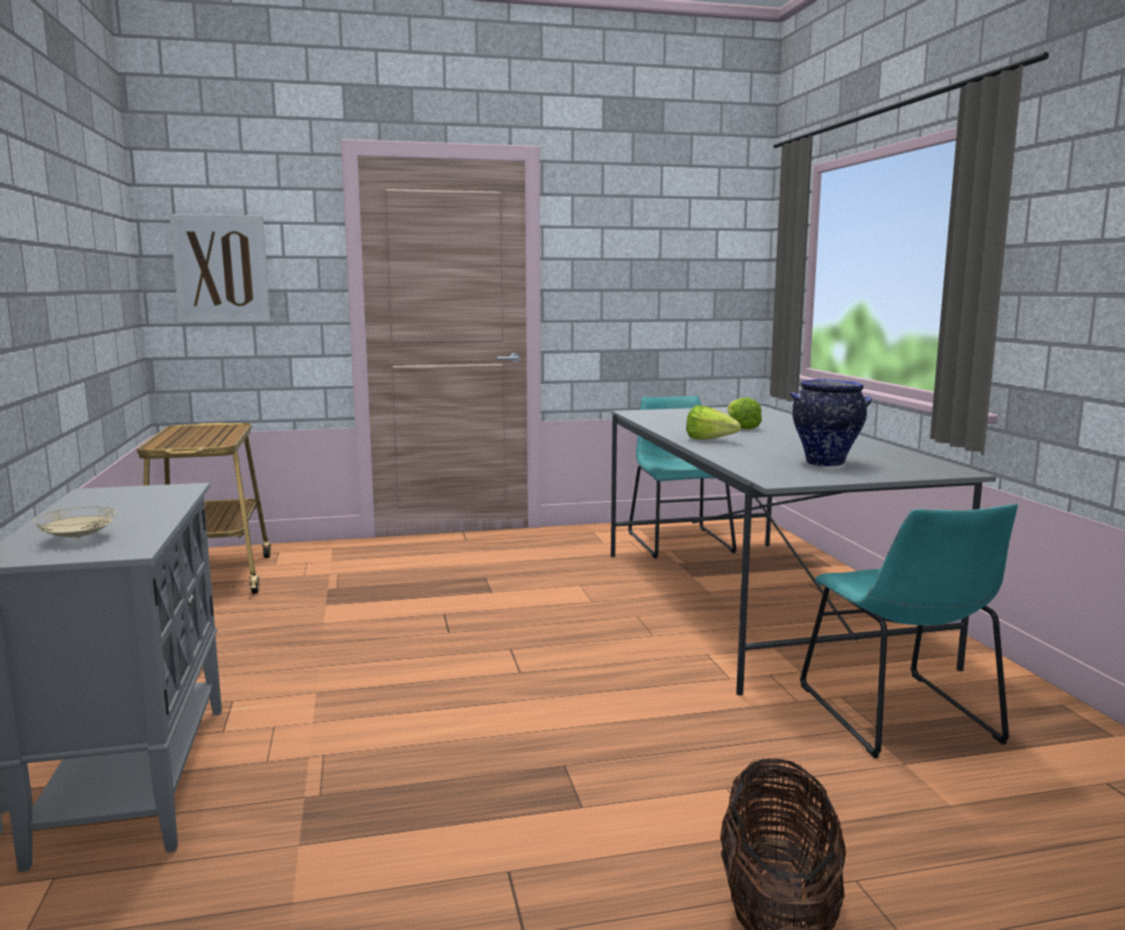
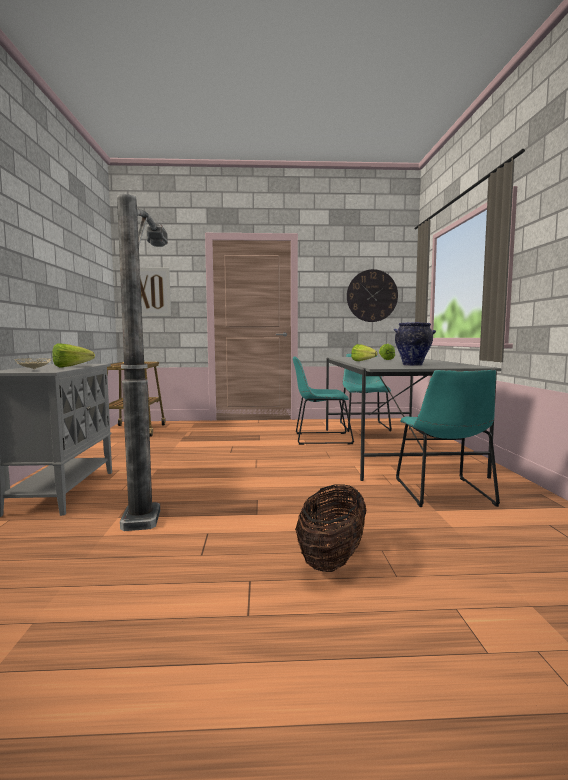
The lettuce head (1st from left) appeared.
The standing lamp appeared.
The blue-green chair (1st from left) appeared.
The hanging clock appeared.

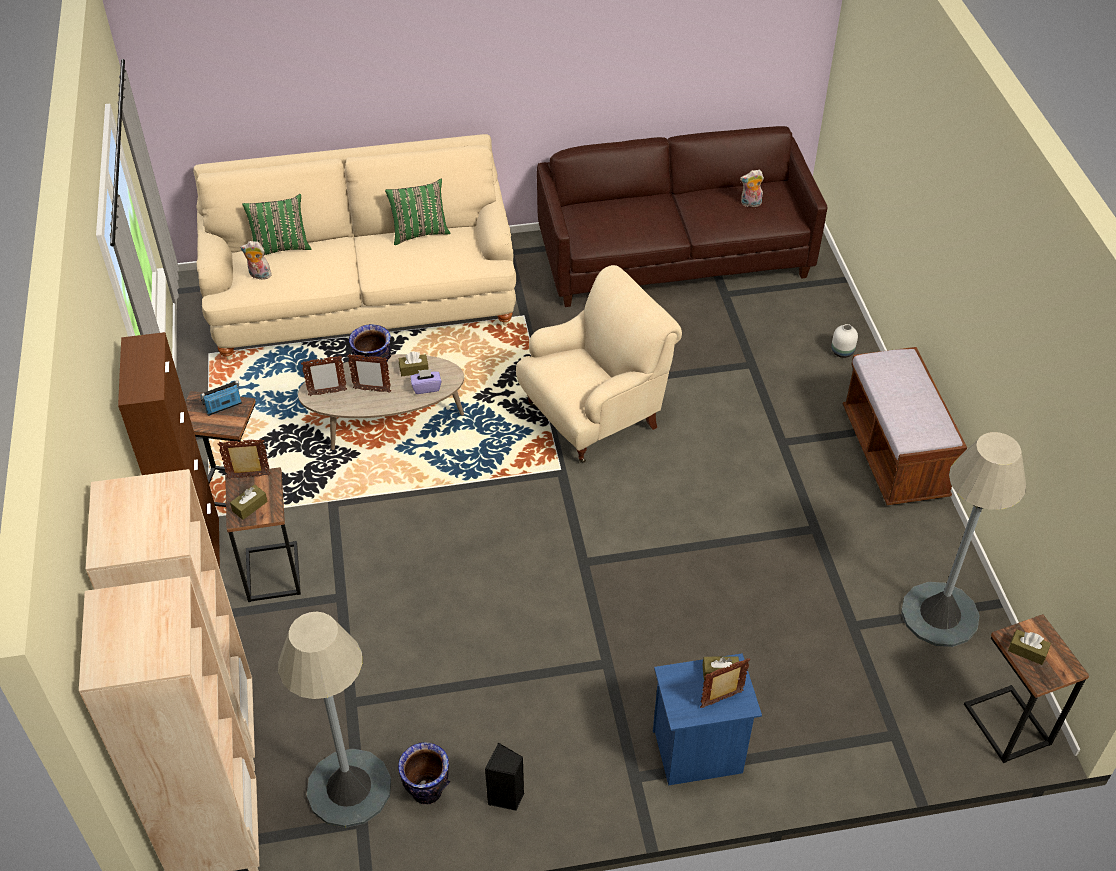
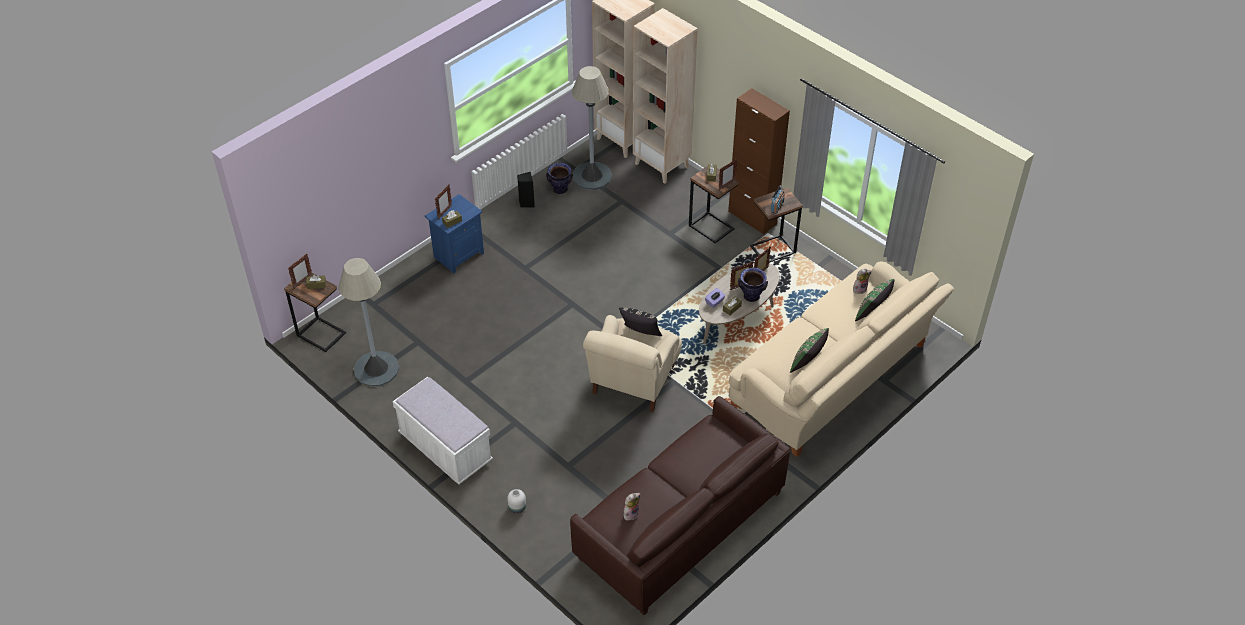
The photo frame (1st from left) appeared.
The brown bench became the white bench.
The blackish throw pillow appeared.

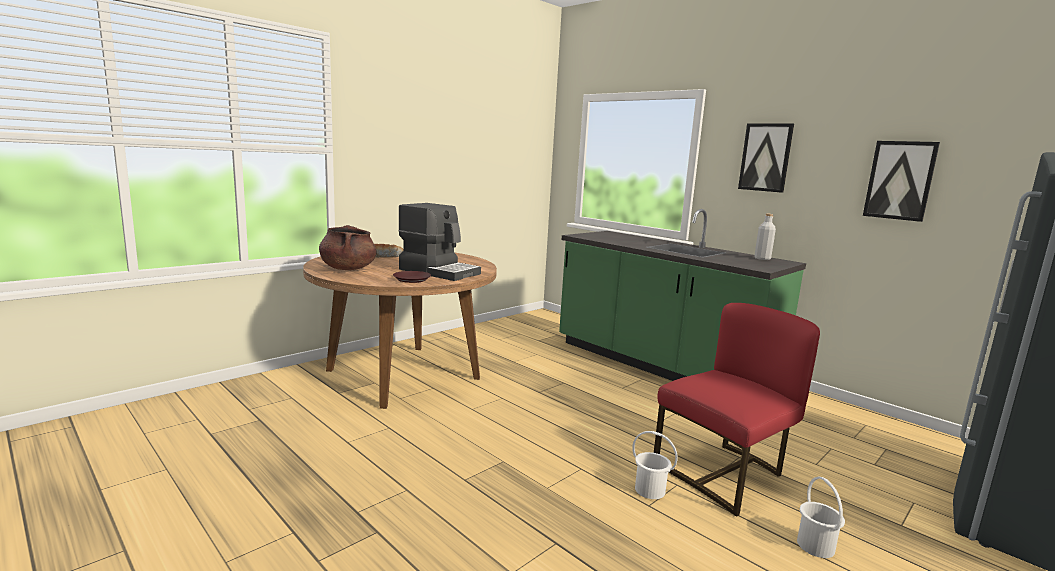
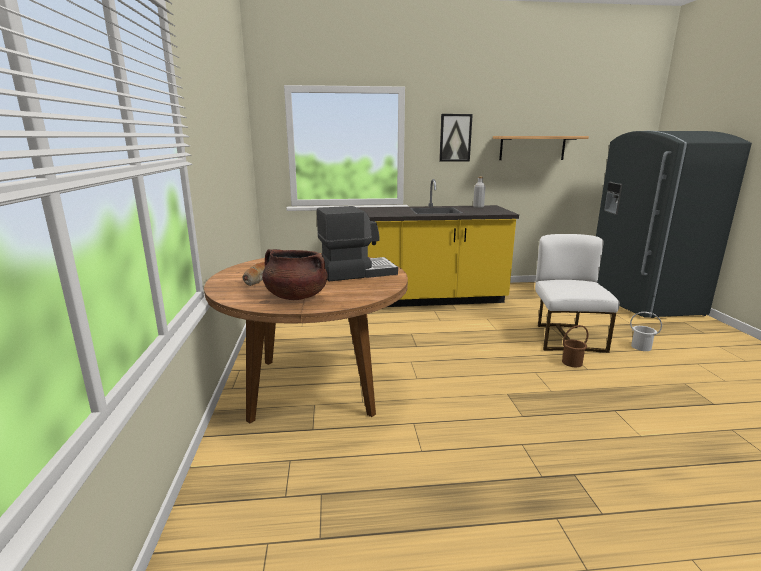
The green-coloured kitchen base unit became the yellow kitchen base unit.
The wall art (2nd from left) was replaced by the wall shelf.
The reddish chair became the white chair.
The white water bucket (1st from left) became the brown water bucket.
The brown flat dish disappeared.

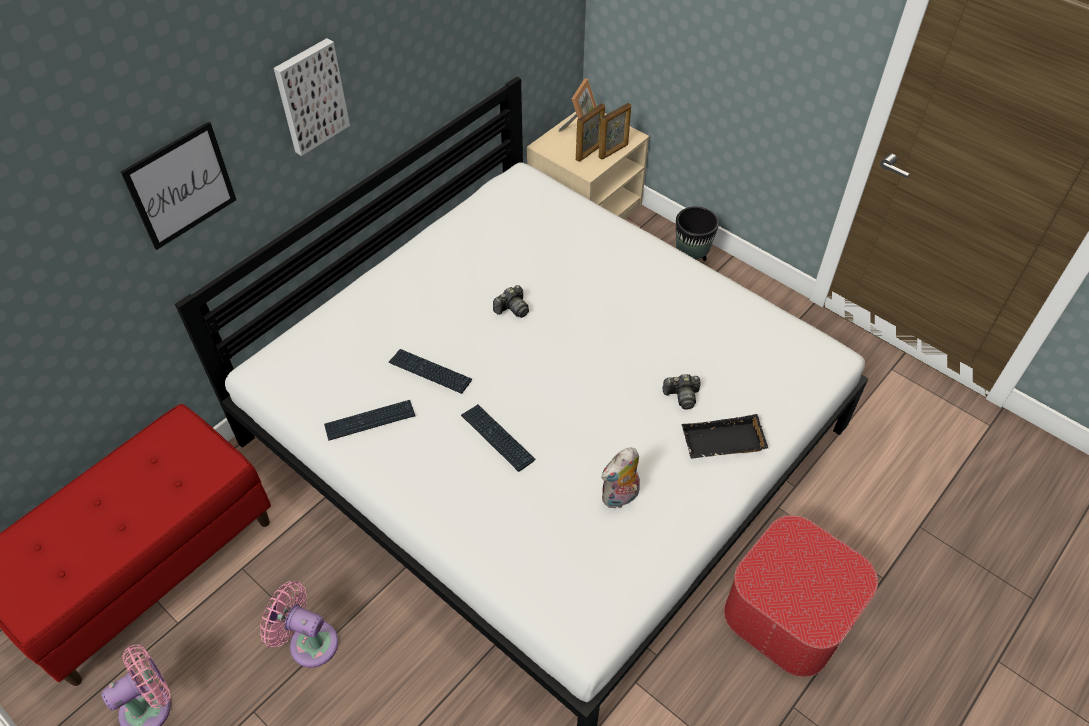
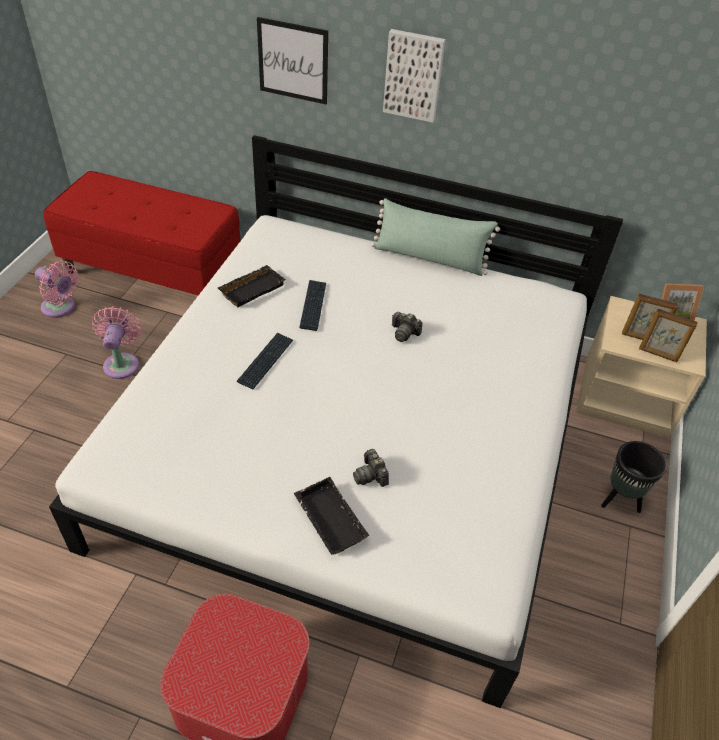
The keyboard (1st from left) was replaced by the blackish carrying tray (1st from left).
The green-coloured throw pillow appeared.
The soft toy disappeared.

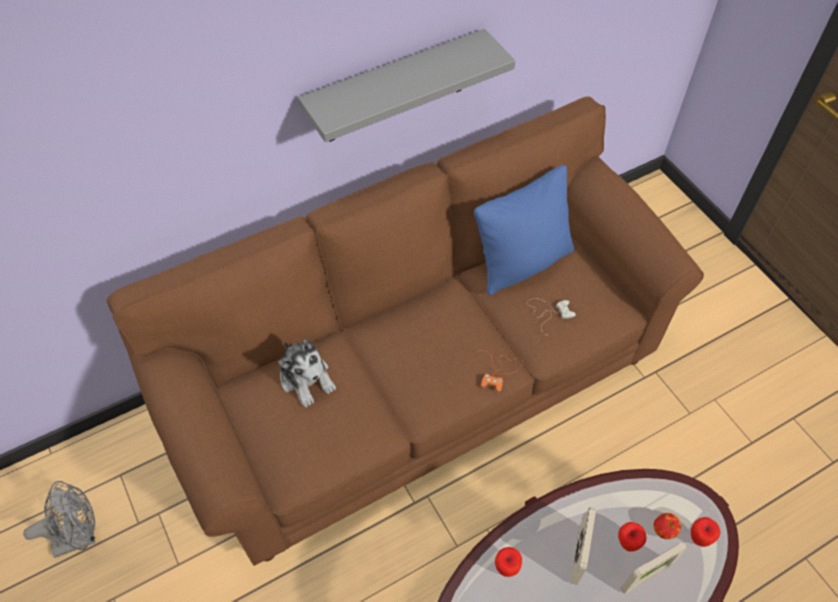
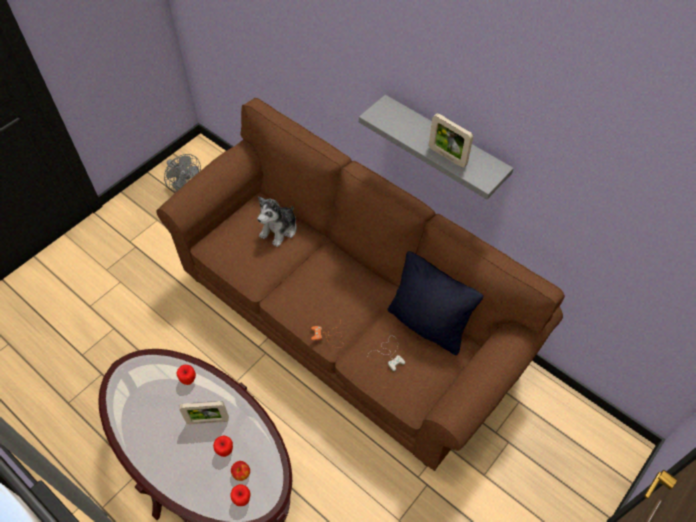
The bluish throw pillow became the blackish throw pillow.
The photo frame (2nd from left) moved.

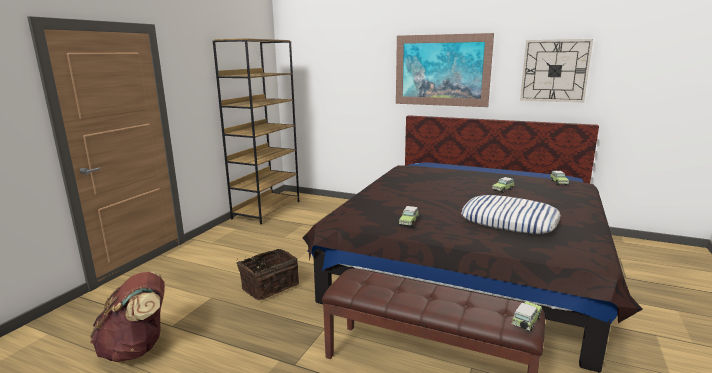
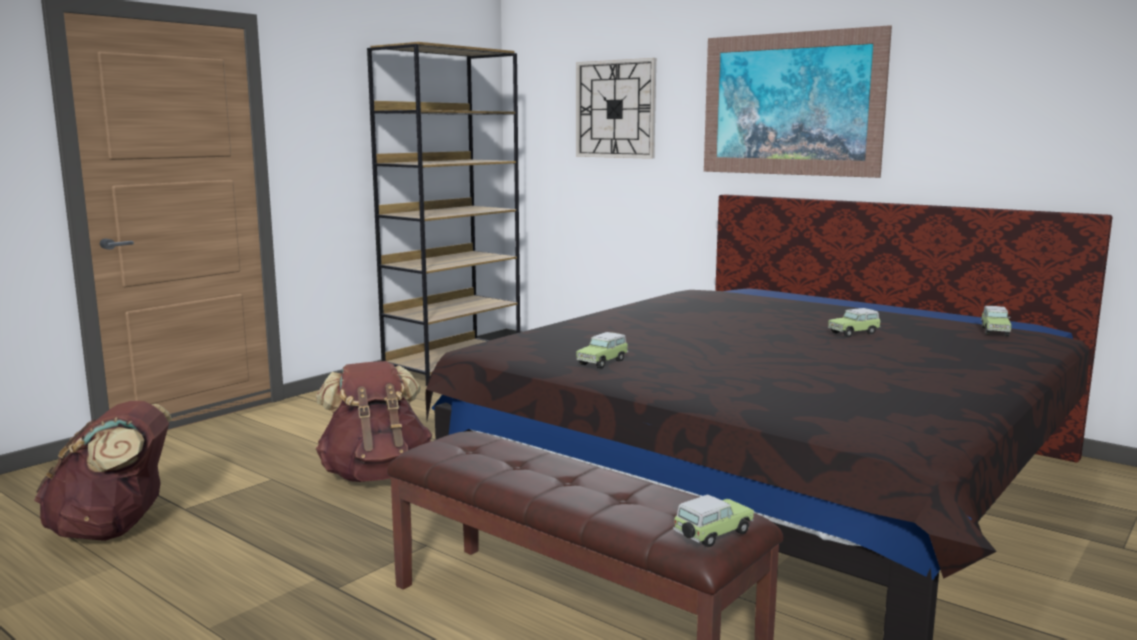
The basket was replaced by the brown backpack (2nd from left).
The hanging clock moved.
The throw pillow disappeared.

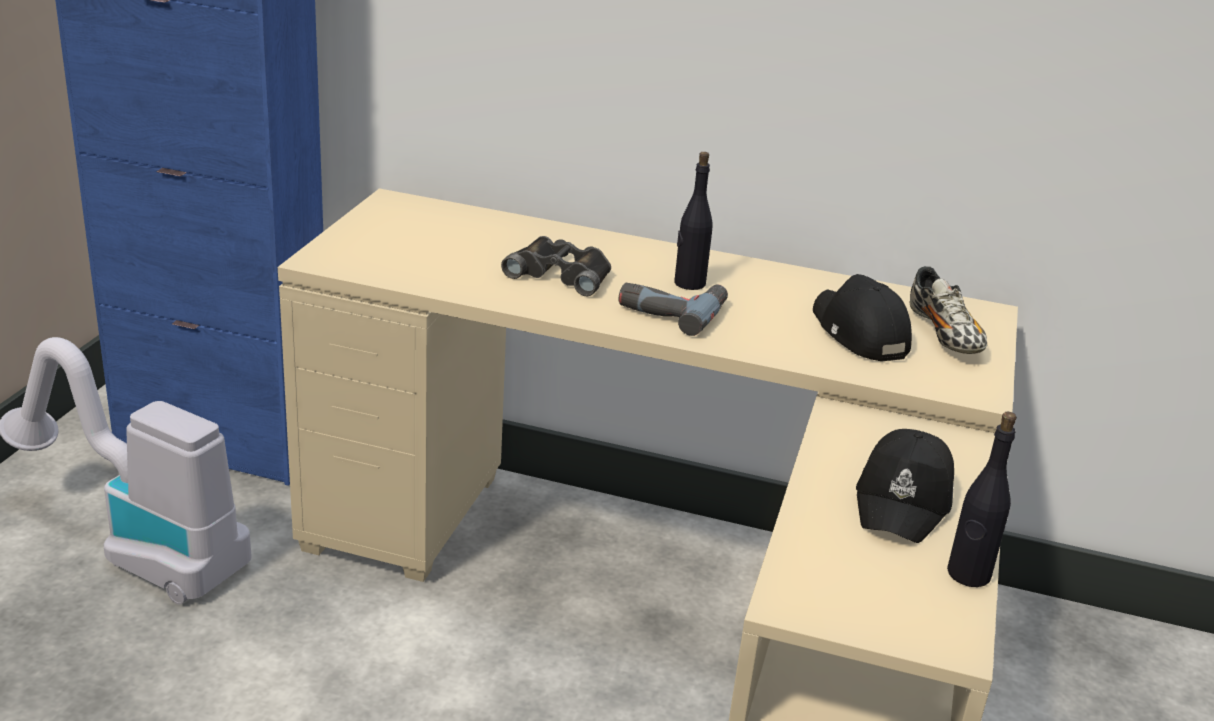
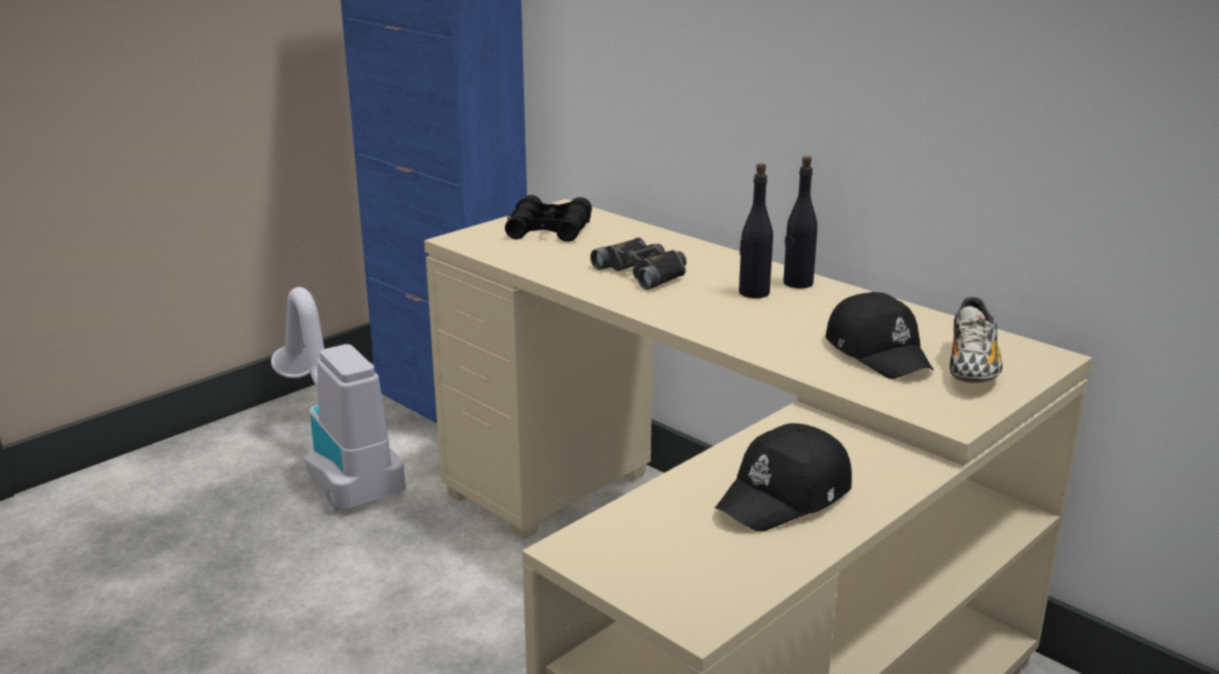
The blackish pair of binoculars (1st from left) appeared.
The blackish drink bottle (2nd from left) moved.
The blackish peaked cap (1st from left in the first image) turned 150 degrees clockwise.
The electric drill disappeared.

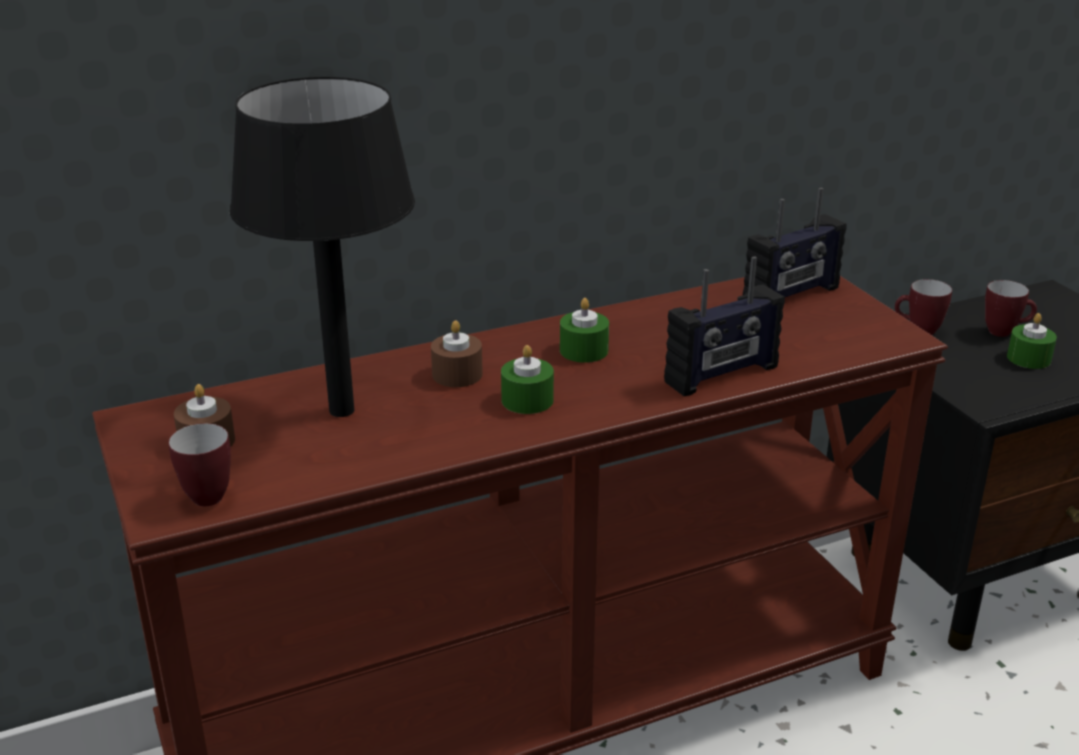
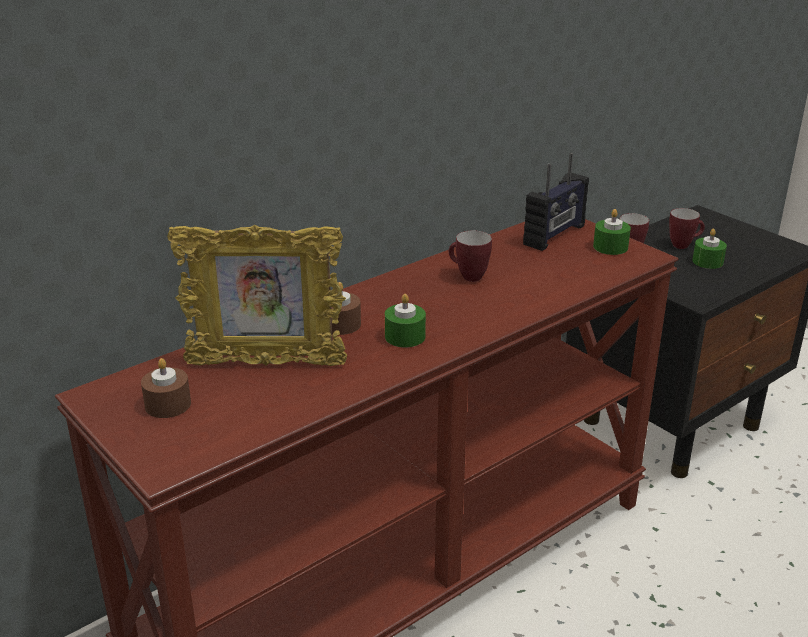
The blackish table lamp was replaced by the photo frame.
The coffee mug (1st from left) moved.
The green-coloured wax light (2nd from left) moved.
The radio set (1st from left) disappeared.

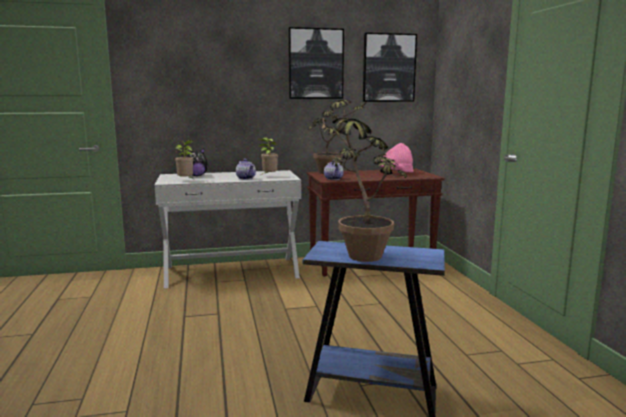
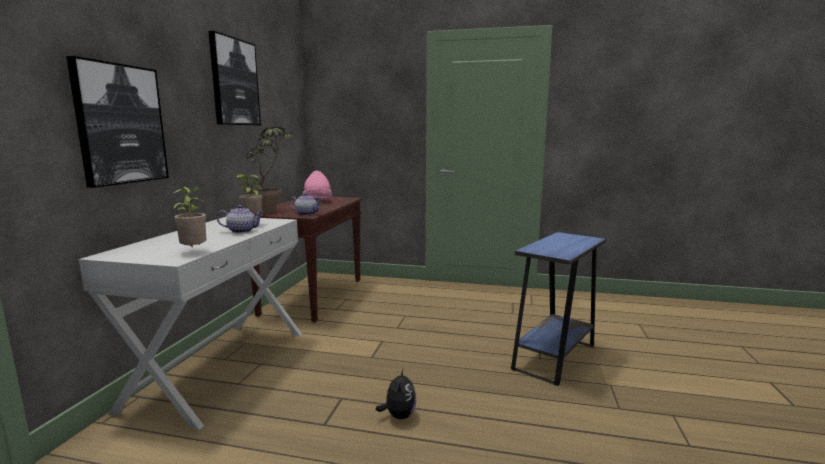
The wall art (2nd from left in the first image) moved.
The soft toy moved.
The plant in a pot (4th from left) disappeared.

